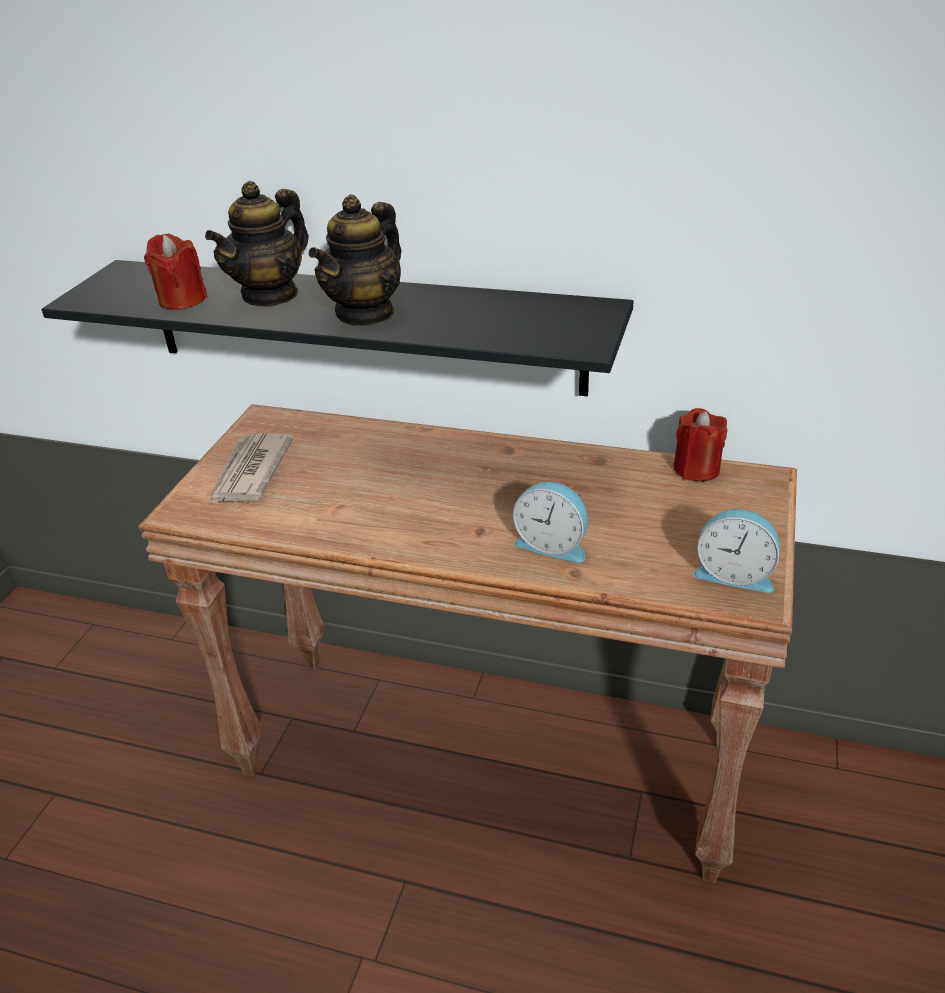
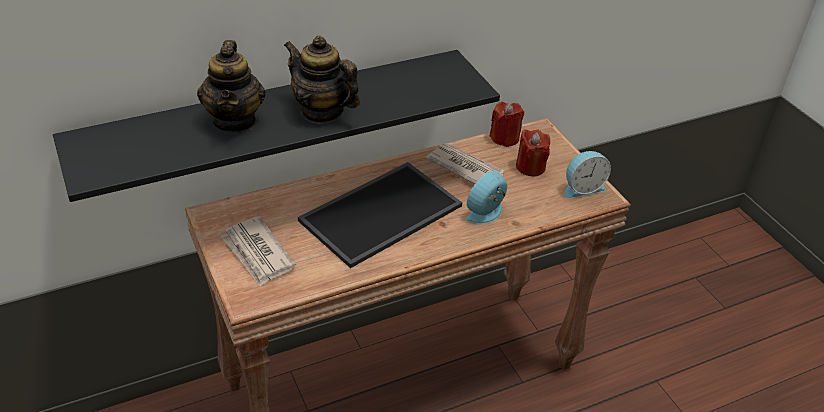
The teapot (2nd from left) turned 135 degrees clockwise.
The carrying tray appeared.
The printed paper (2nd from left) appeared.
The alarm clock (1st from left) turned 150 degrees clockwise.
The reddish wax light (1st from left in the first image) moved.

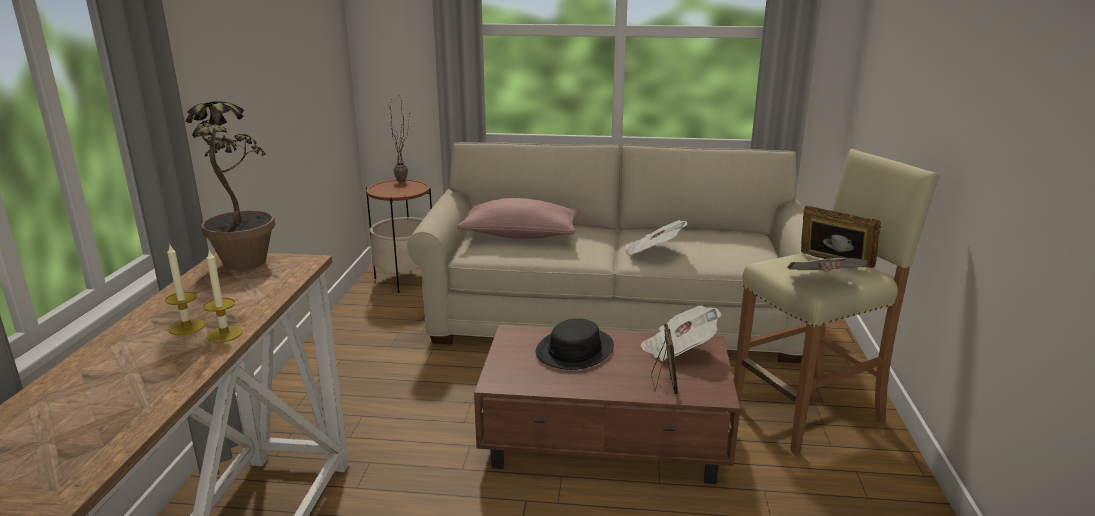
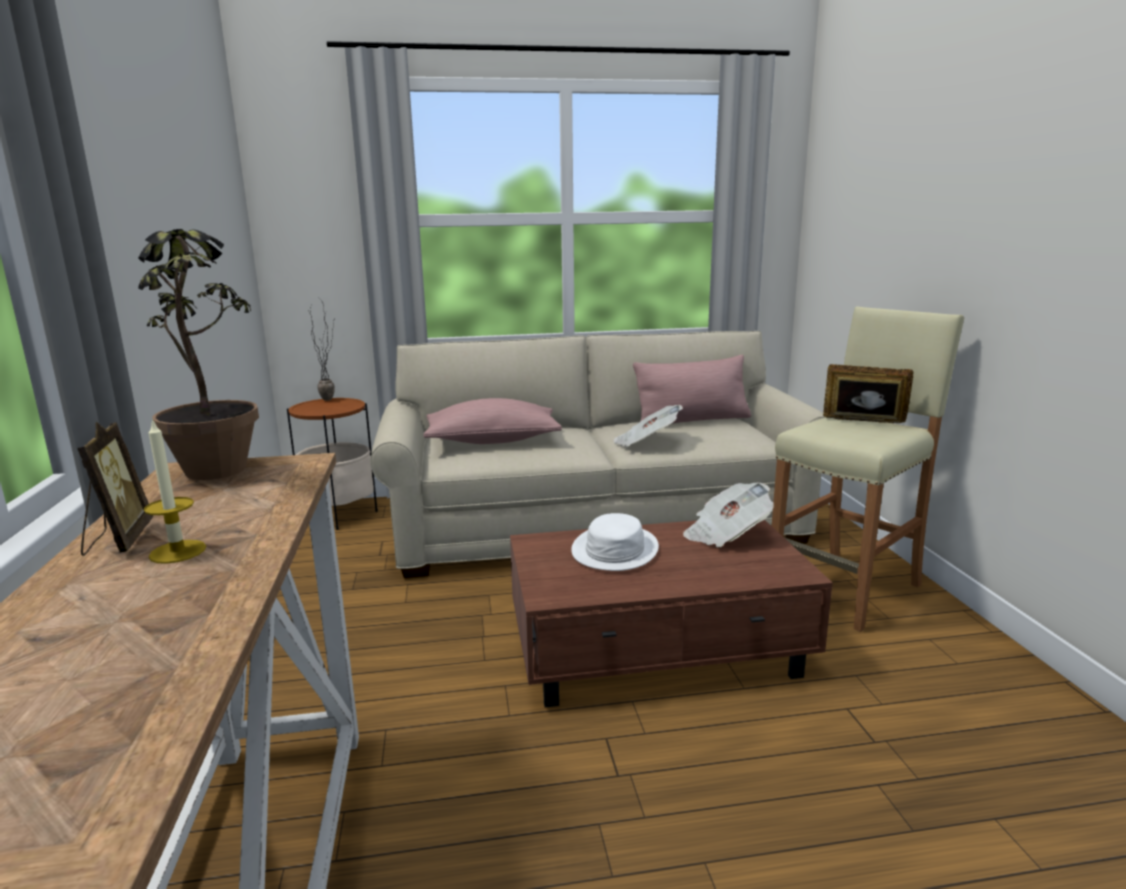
The photo frame (1st from left) moved.
The blackish clothing hat became the white clothing hat.
The pink-coloured throw pillow (2nd from left) appeared.
The wax light (2nd from left) disappeared.
The printed paper (3rd from left) disappeared.

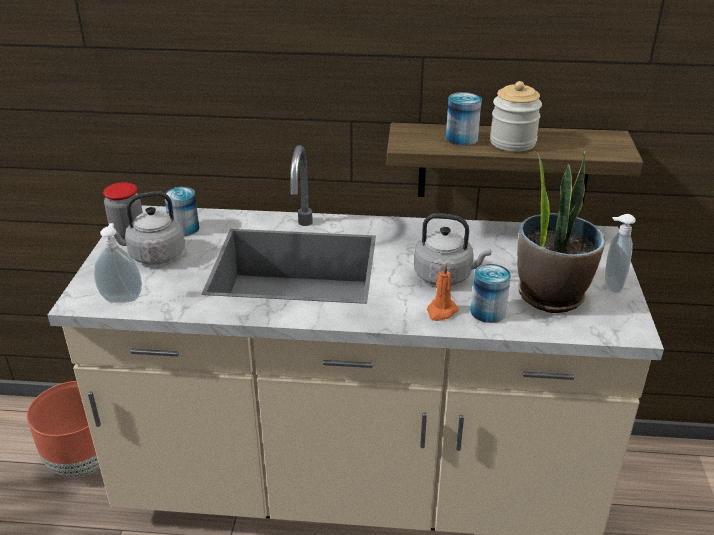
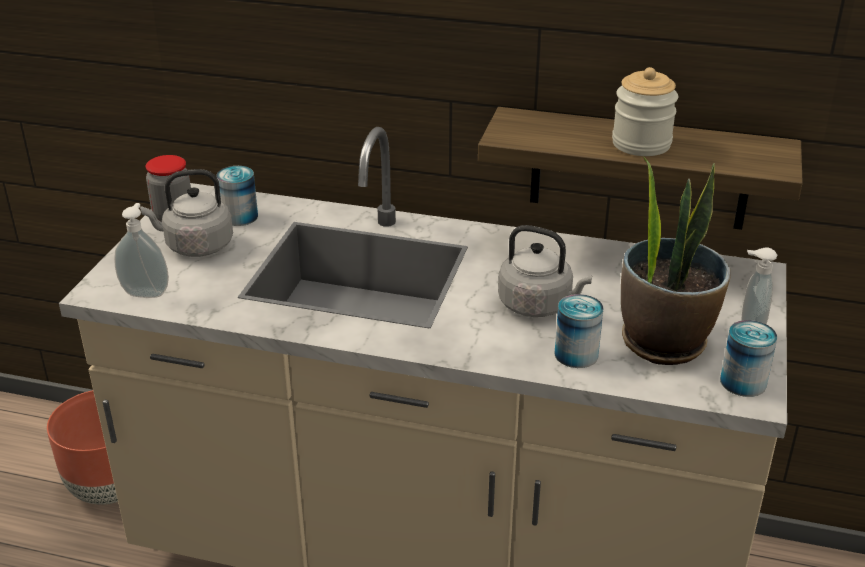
The sealed can (2nd from left in the first image) moved.
The orange-coloured wax light disappeared.

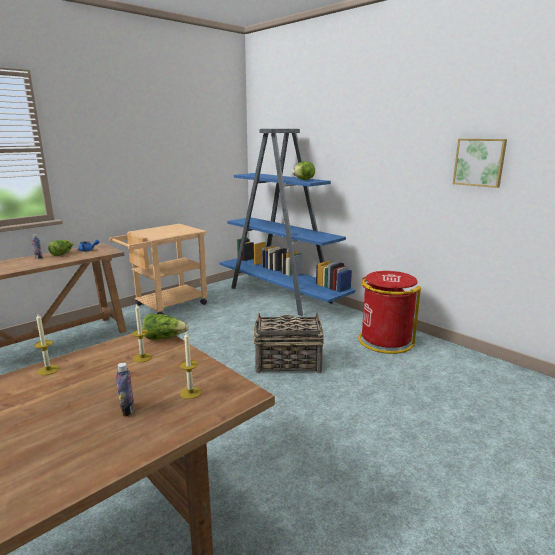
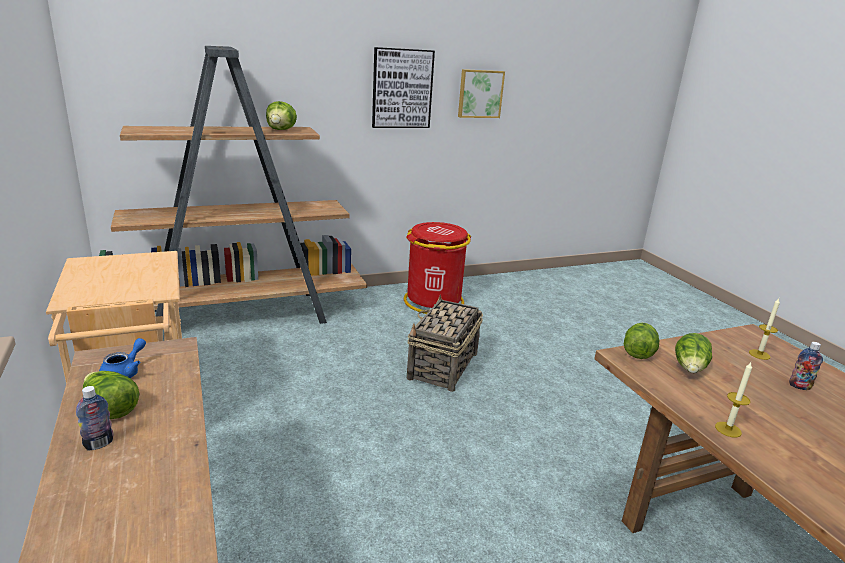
The bluish bookcase became the brown bookcase.
The wall art (1st from left) appeared.
The wax light (2nd from left) was replaced by the lettuce head (4th from left).

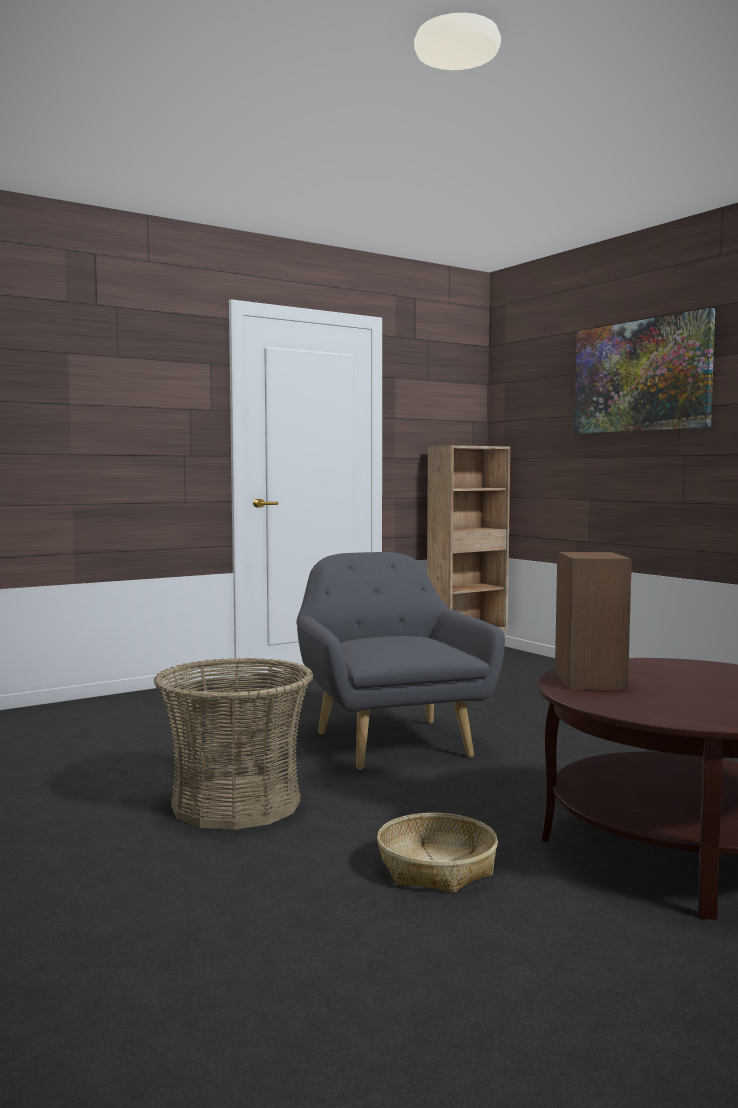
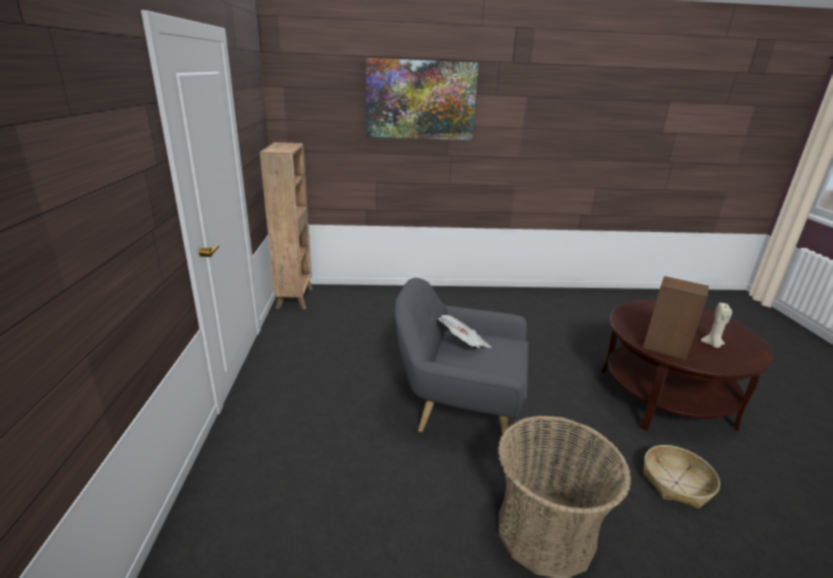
The printed paper appeared.
The beige wax light appeared.

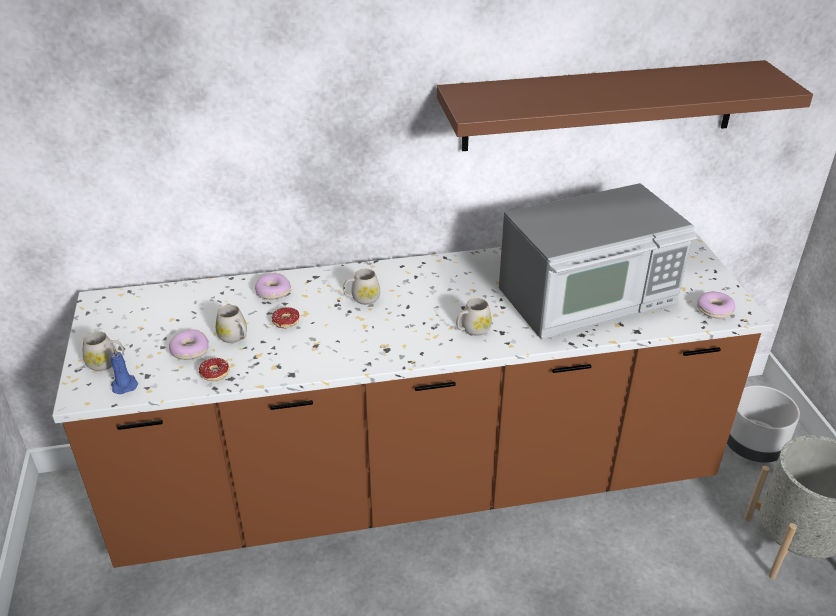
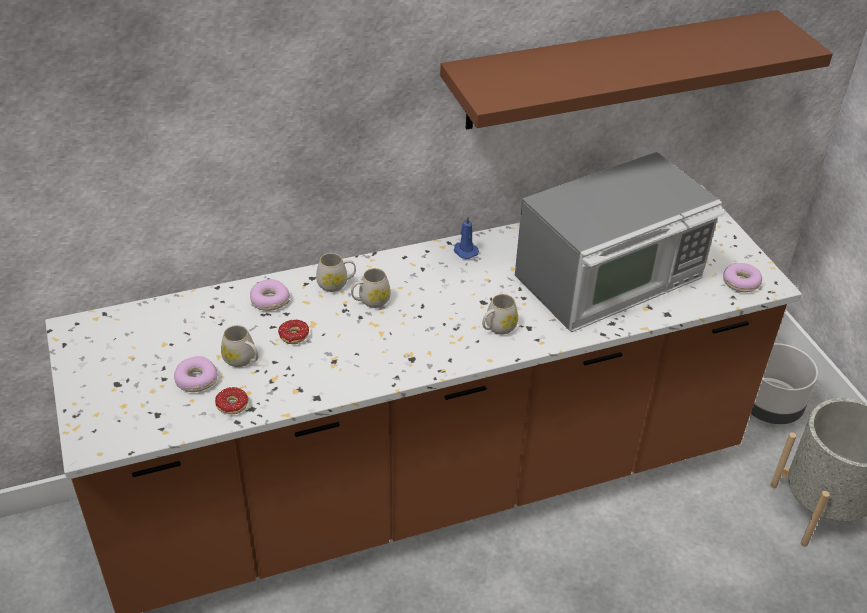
The white coffee mug (1st from left in the first image) moved.
The bluish wax light moved.

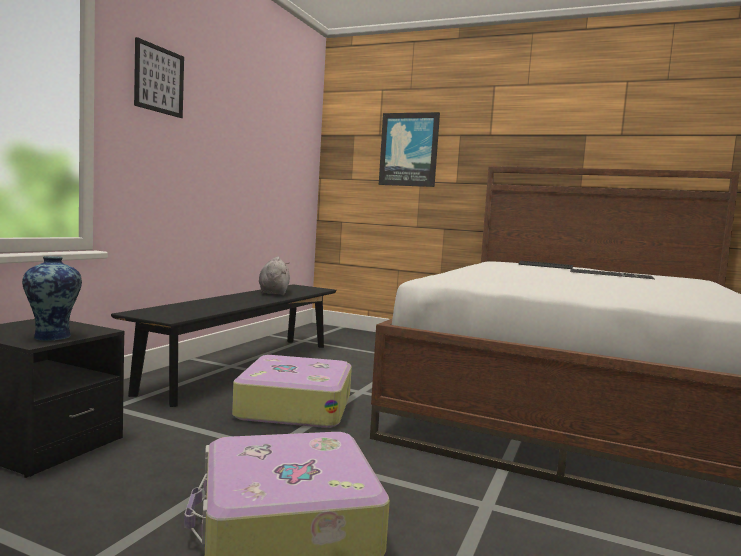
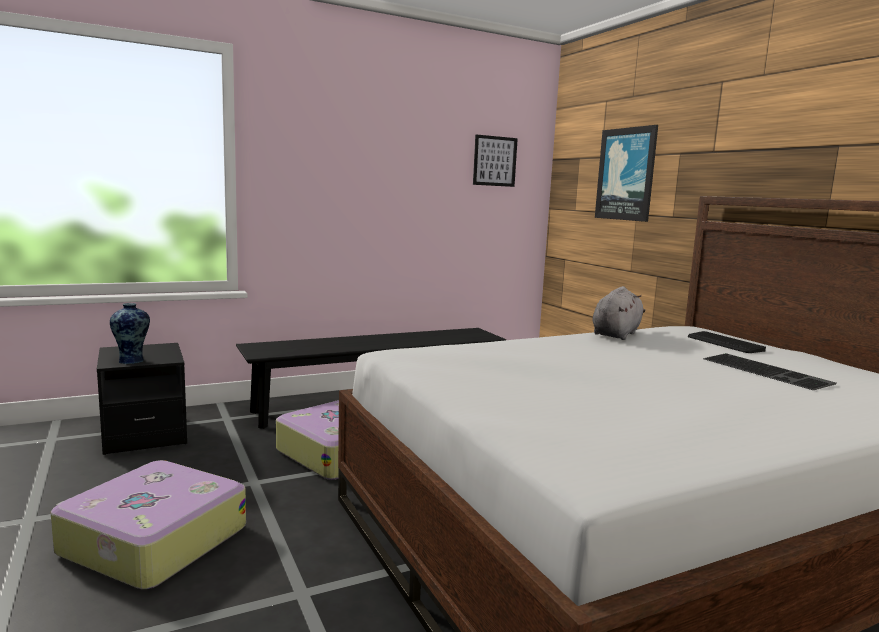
The wall art (1st from left) moved.
The greyish soft toy moved.

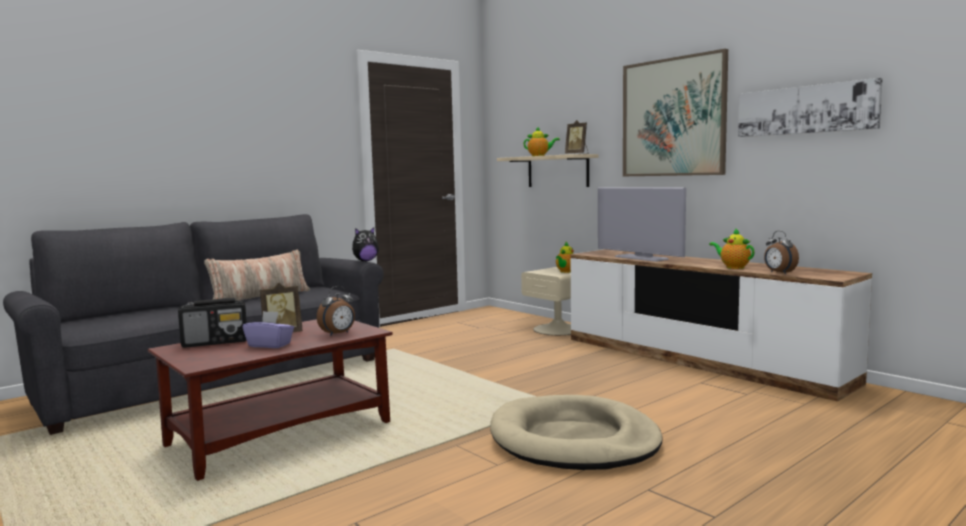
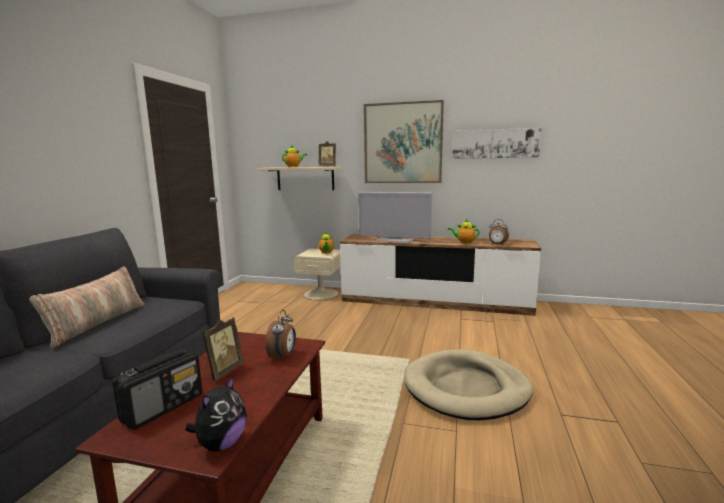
The soft toy moved.
The purplish tissue box disappeared.

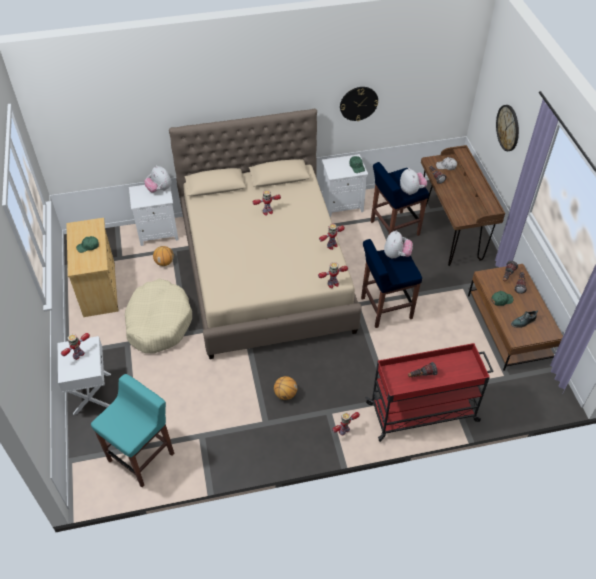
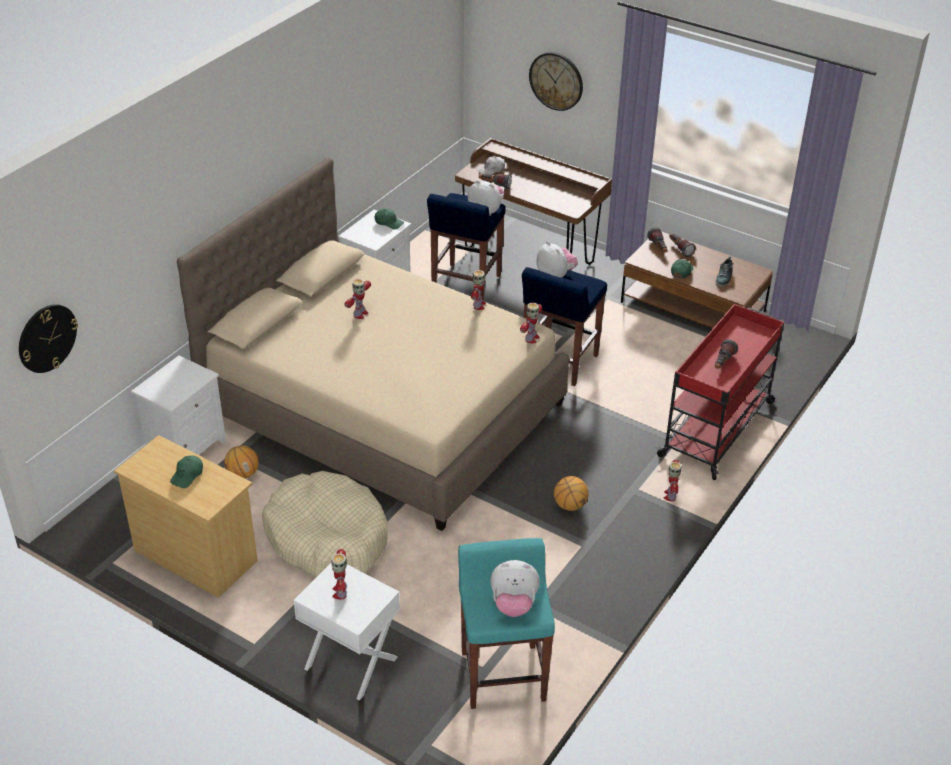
The hanging clock (1st from left) moved.
The soft toy (1st from left in the first image) moved.

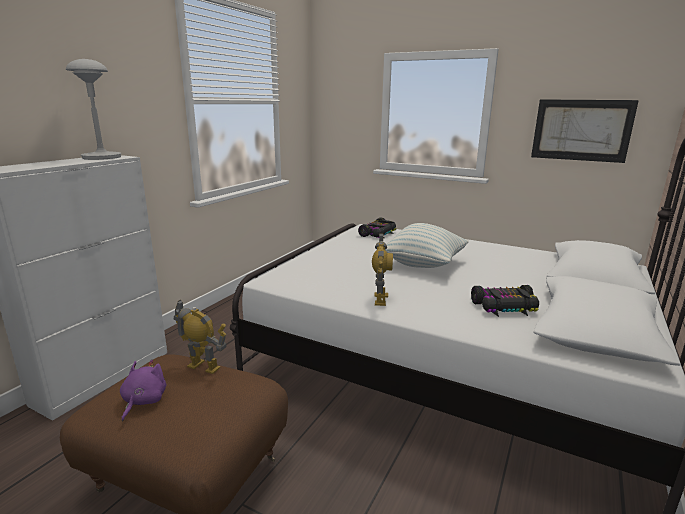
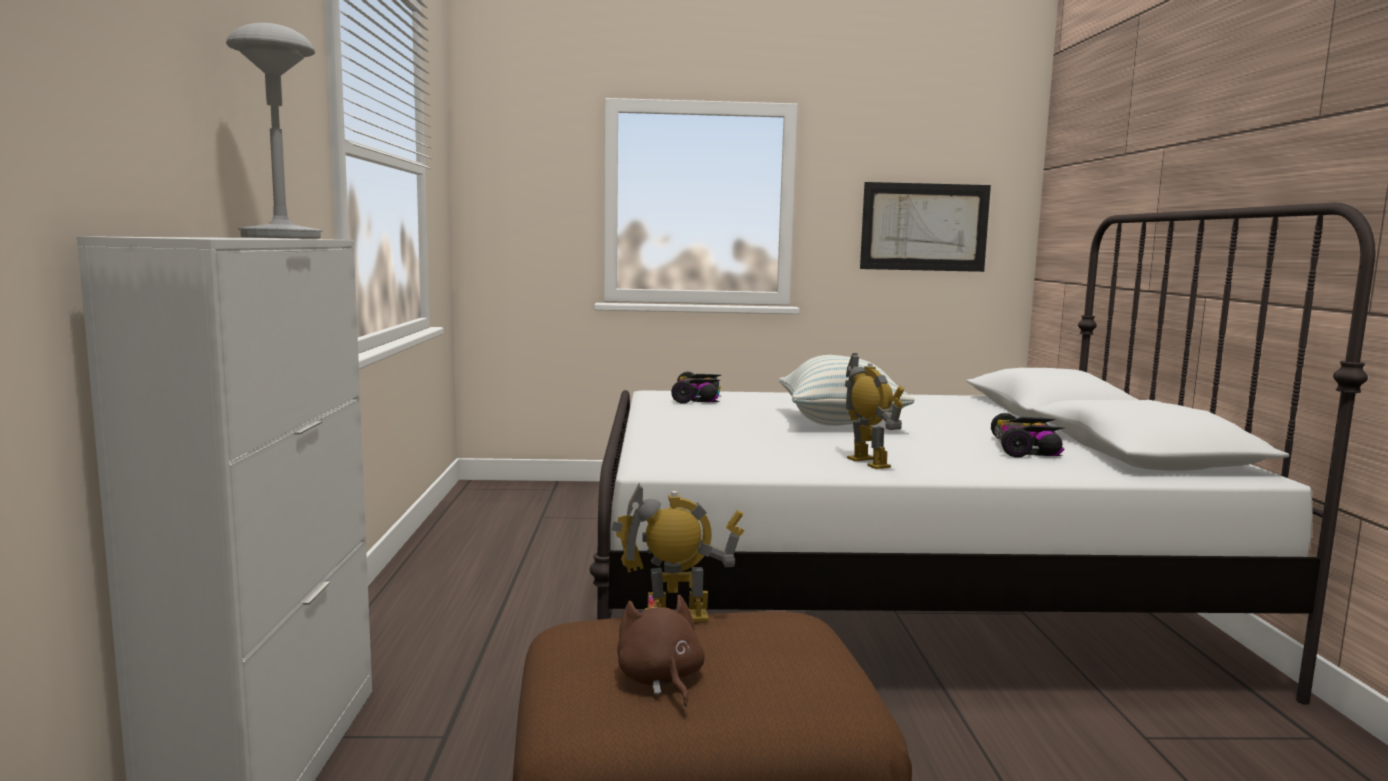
The purplish soft toy became the brown soft toy.
The miniature car (2nd from left) turned 45 degrees counterclockwise.

